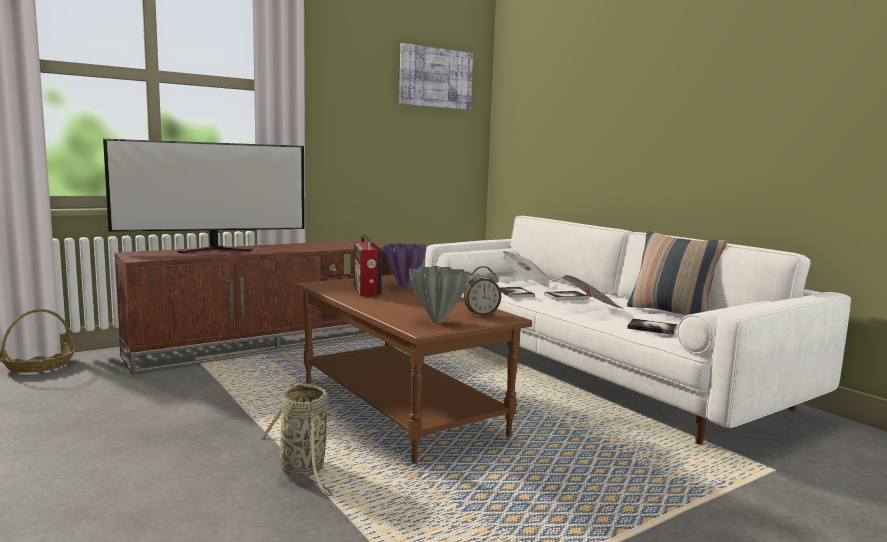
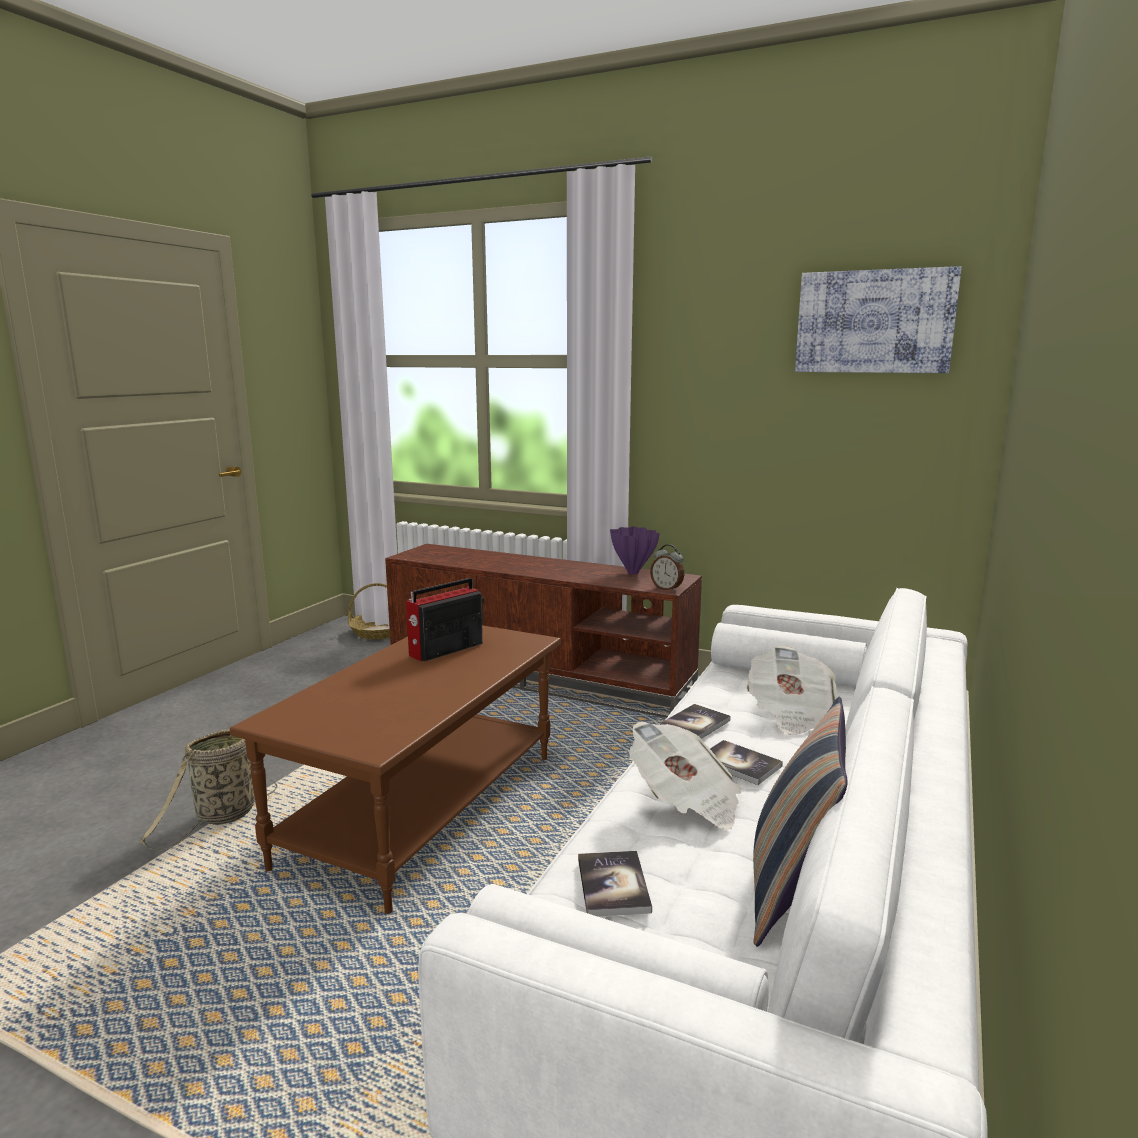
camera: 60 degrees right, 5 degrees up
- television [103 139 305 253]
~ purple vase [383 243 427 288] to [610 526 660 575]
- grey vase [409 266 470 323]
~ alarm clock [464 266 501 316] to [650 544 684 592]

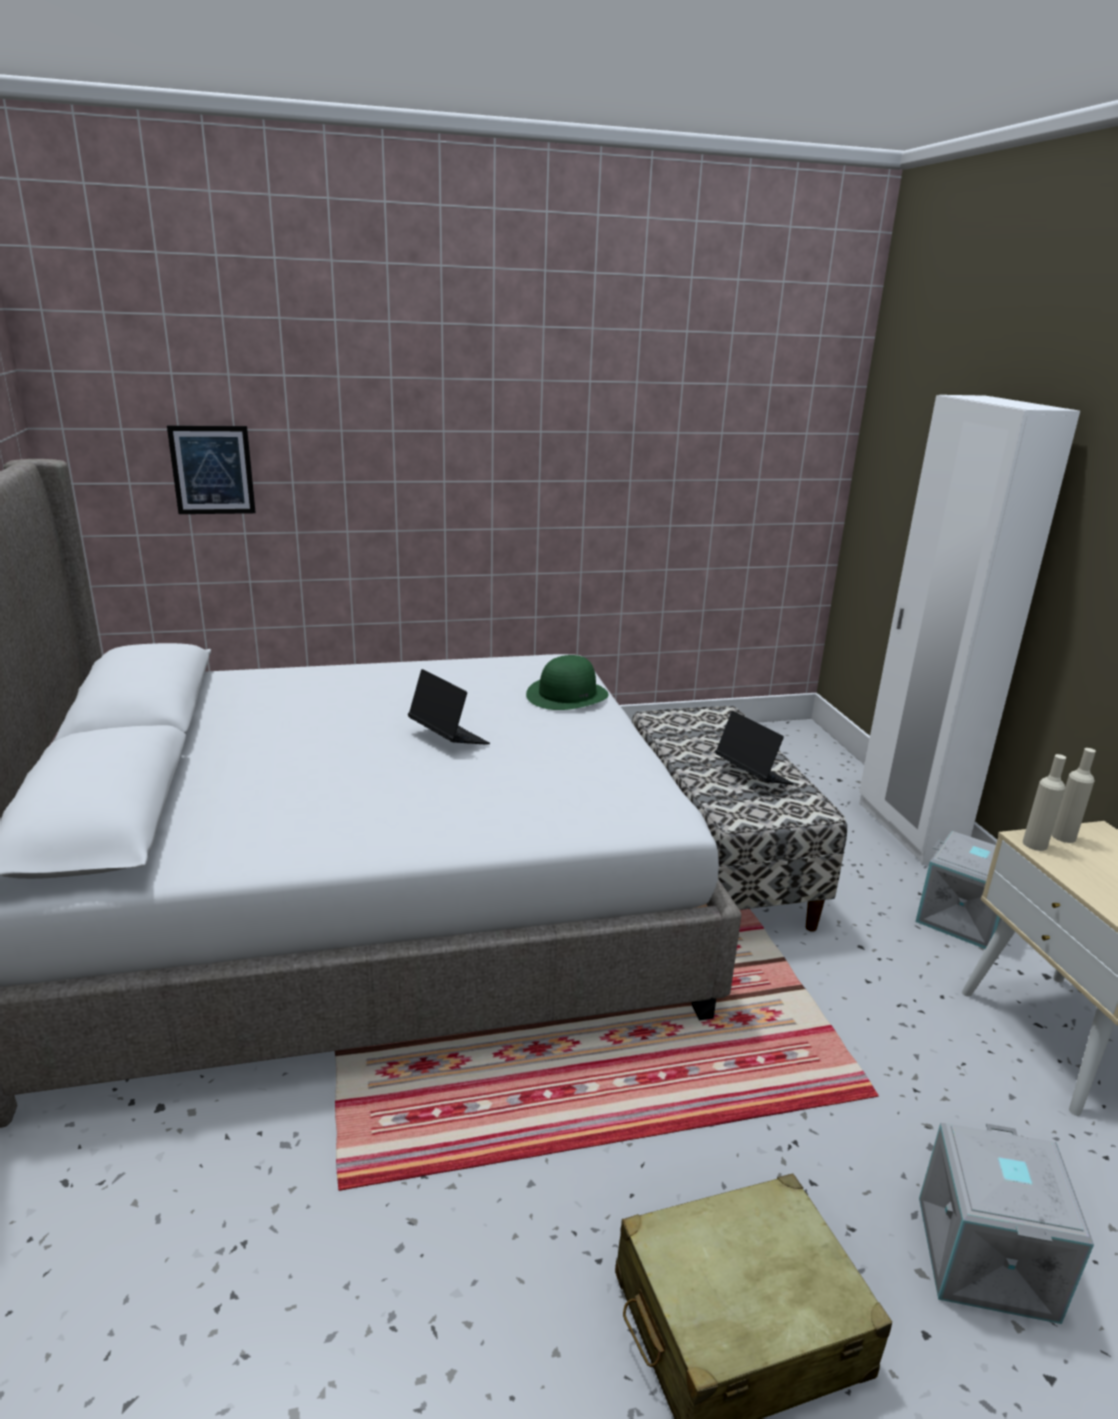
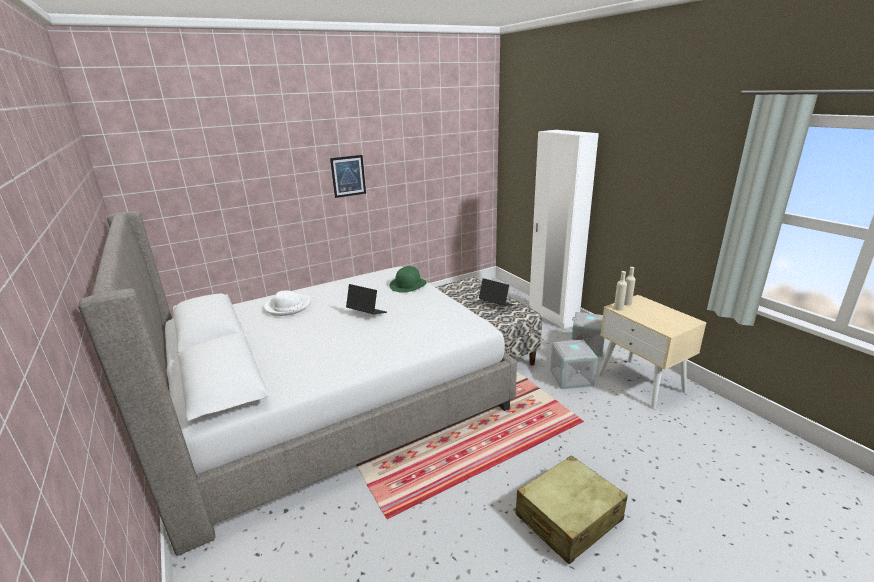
camera: 15 degrees left, 0 degrees up
~ picture [167 425 256 514] to [330 155 366 198]
~ grey storage box [919 1123 1094 1324] to [550 339 598 389]
+ white hat [264 290 311 316]

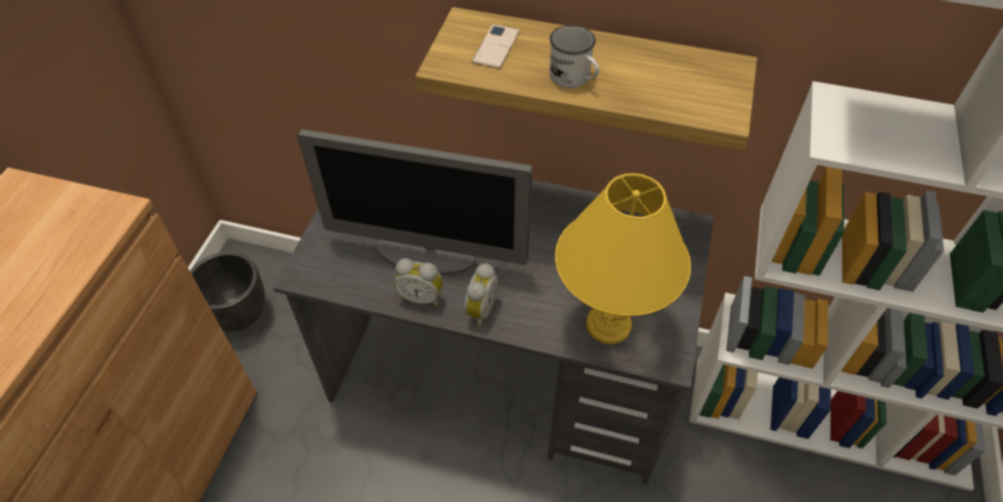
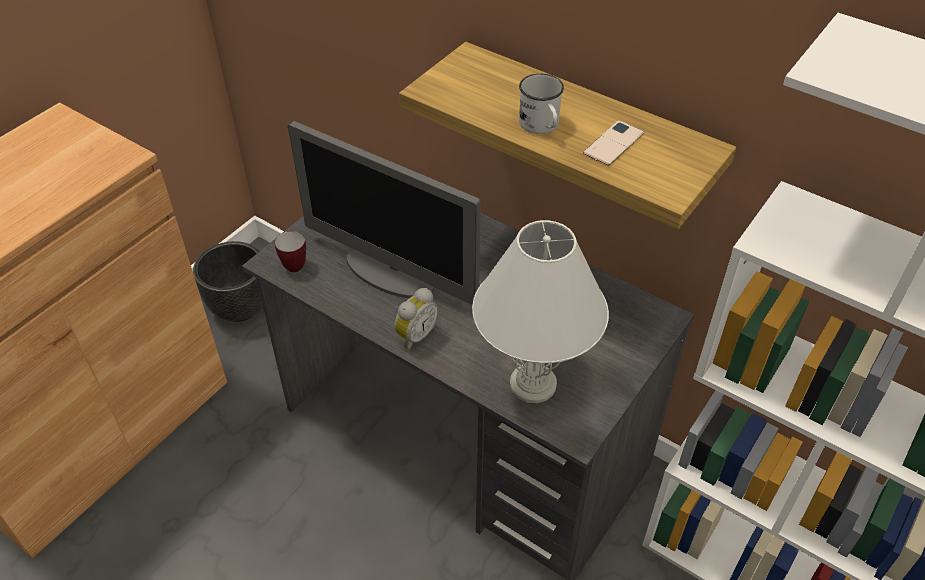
camera: 20 degrees right, 5 degrees down
- alarm clock [394 258 443 307]
~ phone [472 24 520 69] to [583 120 644 166]
~ yellow table lamp [555 173 691 344] to white table lamp [472 220 609 403]
+ mug [275 231 306 272]

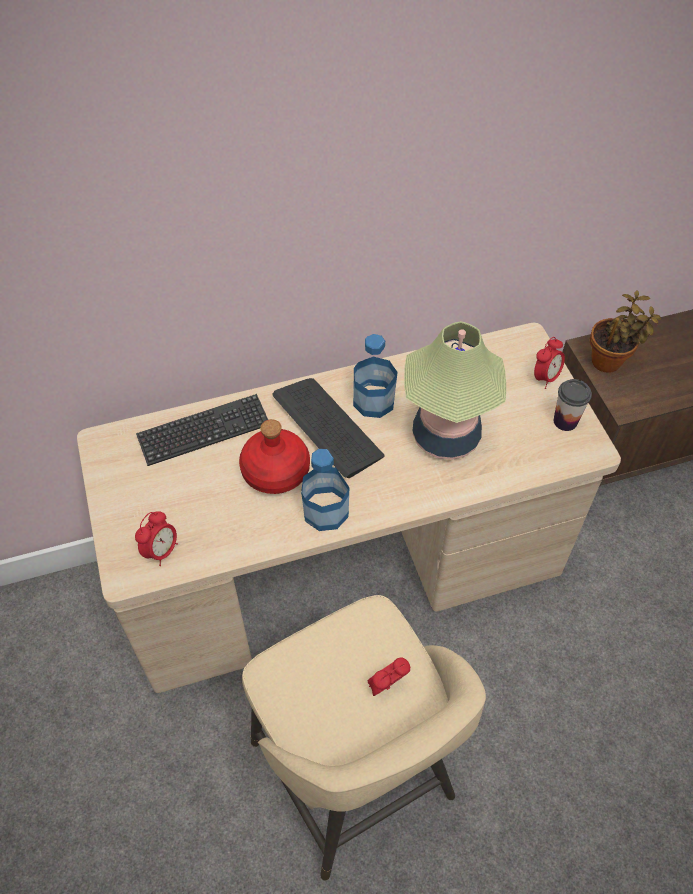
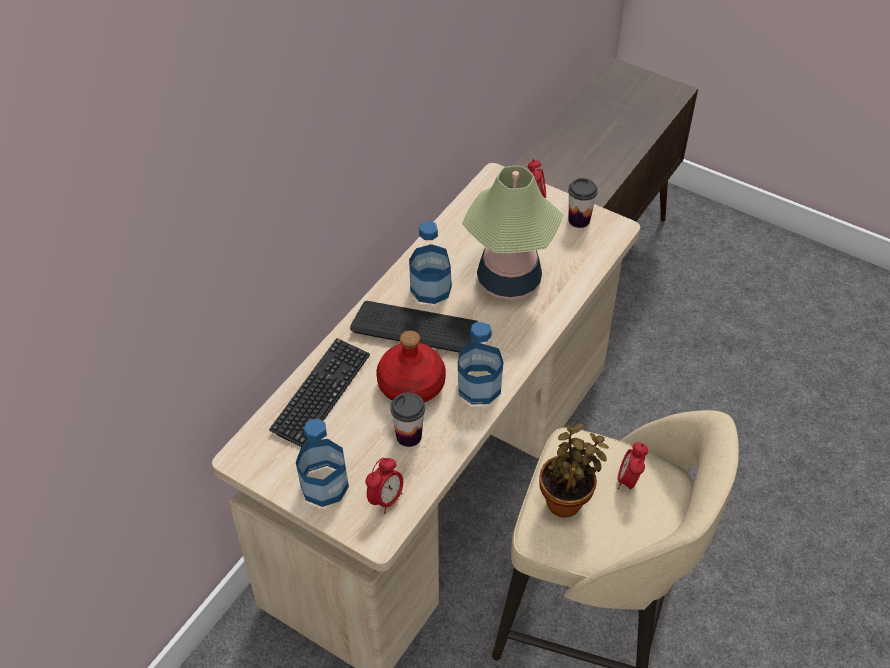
camera: 40 degrees left, 5 degrees down
~ alarm clock [135 511 178 566] = [366 458 403 514] 45 degrees clockwise
~ potted plant [590 290 661 373] to [539 424 609 518]
+ bottle [296 419 349 507]
+ cup [390 392 425 447]

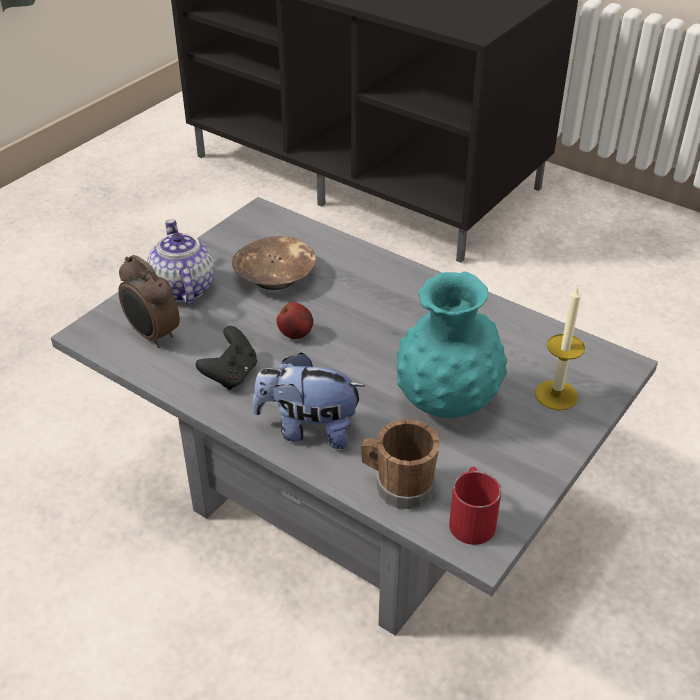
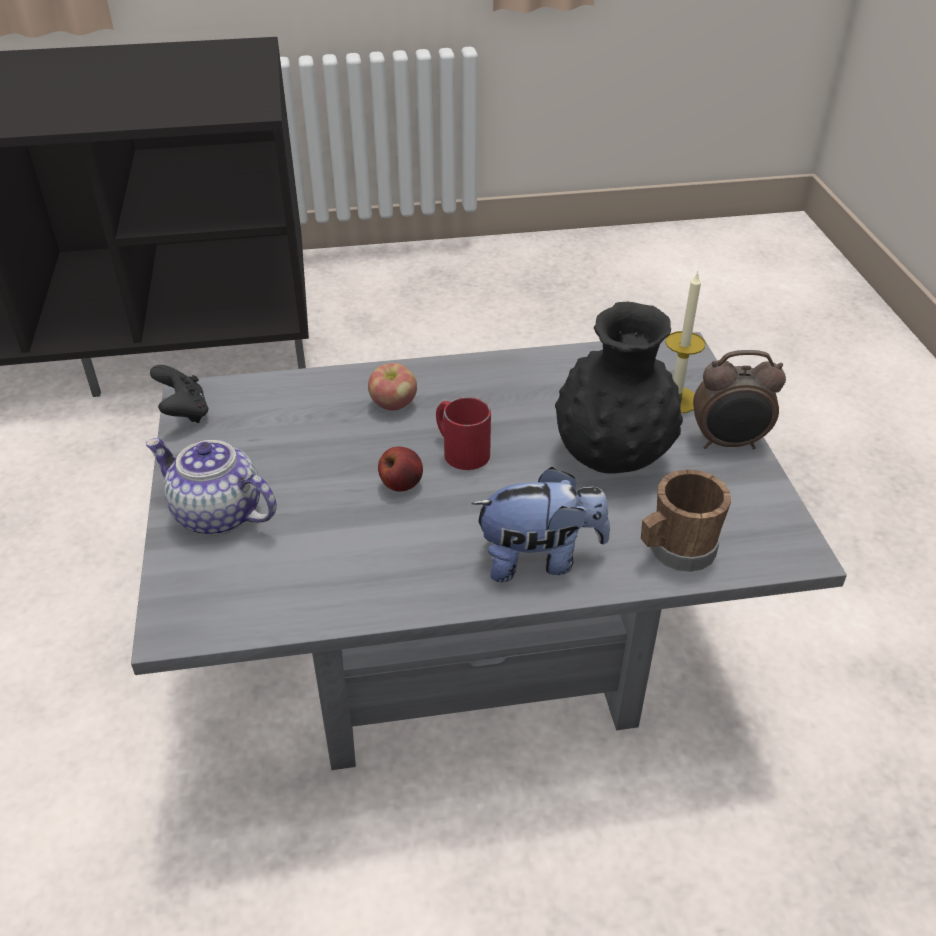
camera: 45 degrees left, 0 degrees up
~ alarm clock [118 255 180 348] to [693 350 786 449]
~ black game controller [196 326 257 390] to [150 365 209 423]
- brown bowl [232 236 316 290]
~ plush toy [253 352 365 449] = [471 467 610 582] 150 degrees counterclockwise
~ turquoise vase [397 271 507 418] to black vase [555 302 683 474]
~ red mug [449 467 501 545] to [436 397 491 470]
+ apple [368 363 417 410]

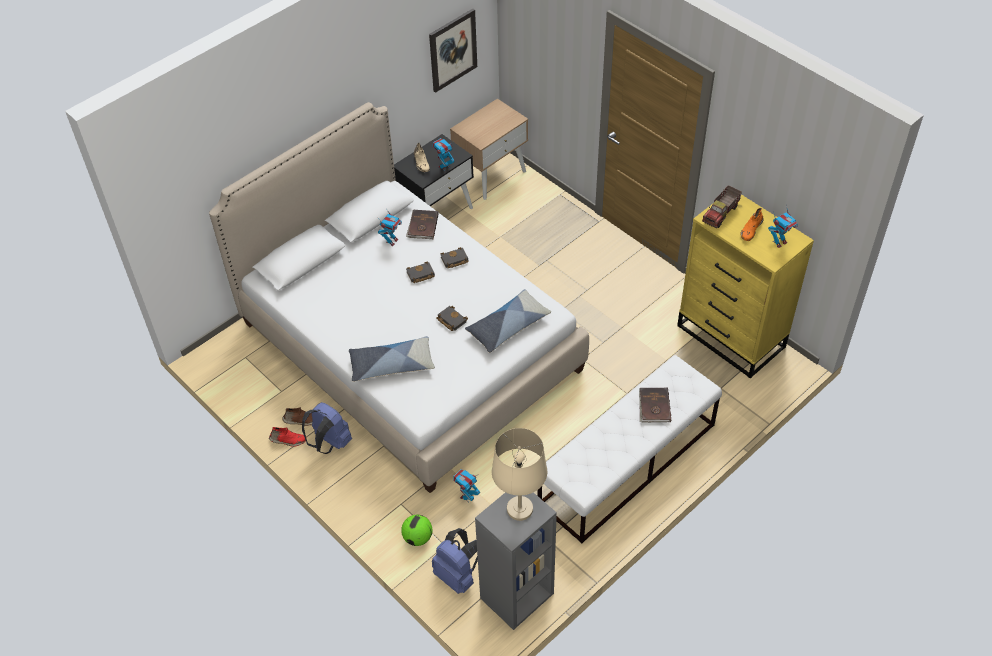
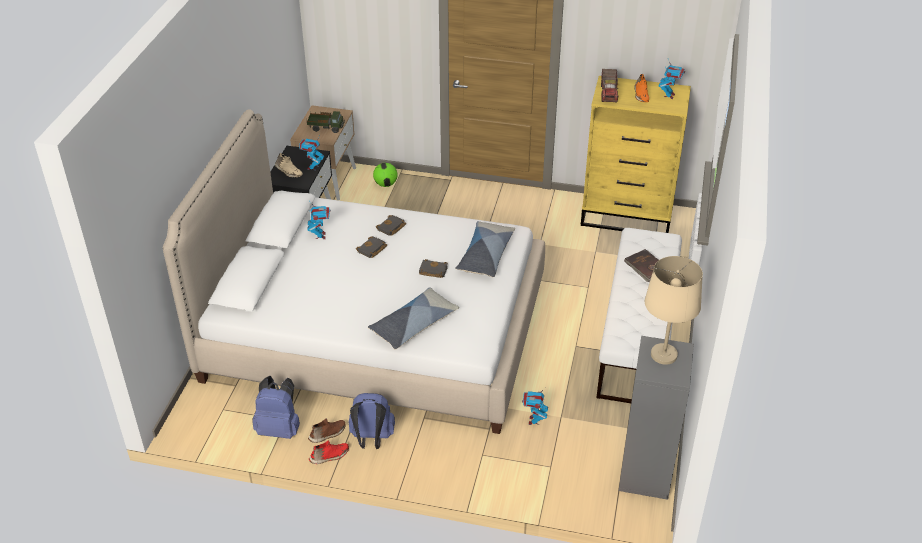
camera: 35 degrees left, 10 degrees down
~ football [401 515 432 546] to [373 163 397 187]
- brown book [406 210 439 239]
- picture [429 9 477 93]
~ blue backpack [432 528 478 594] to [252 376 300 439]
+ toy truck [307 111 345 133]

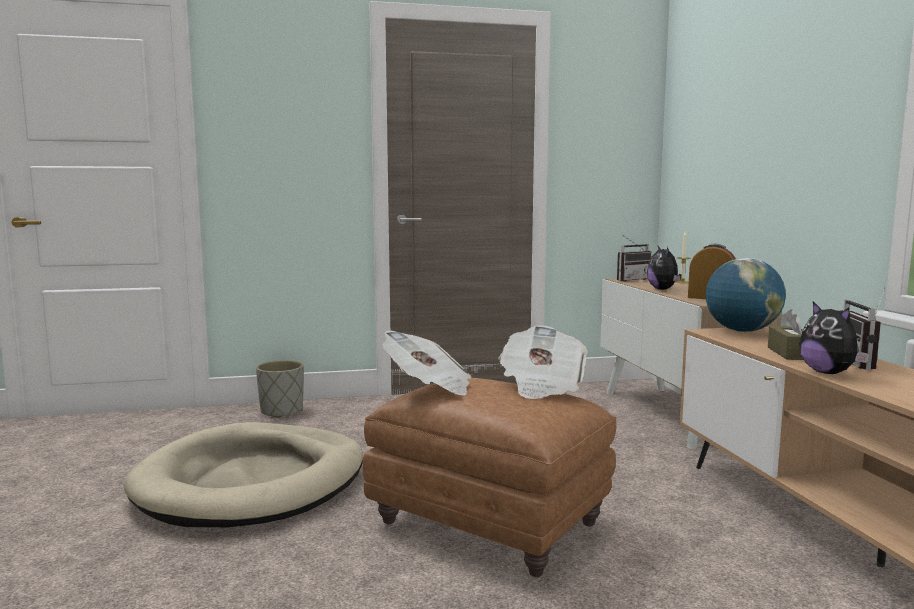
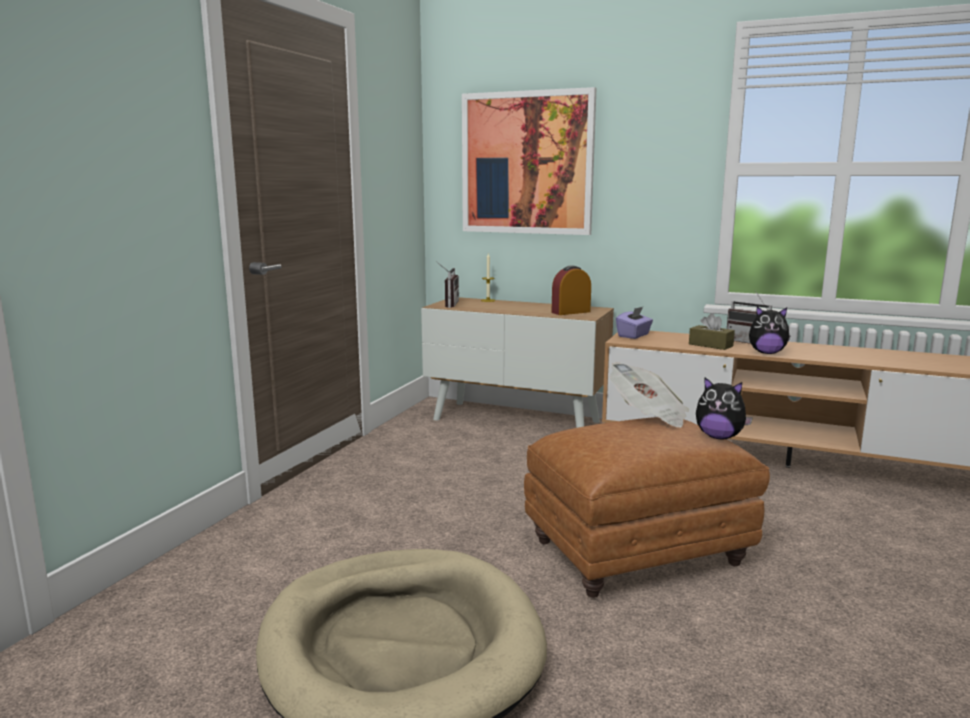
camera: 55 degrees left, 5 degrees up
- grey planter [256 360 304 418]
- newspaper [382 331 471 396]
~ plush toy [647 246 682 290] to [696 377 753 439]
~ globe [706 258 786 332] to purple tissue box [616 307 653 339]
+ picture [462 87 596 235]

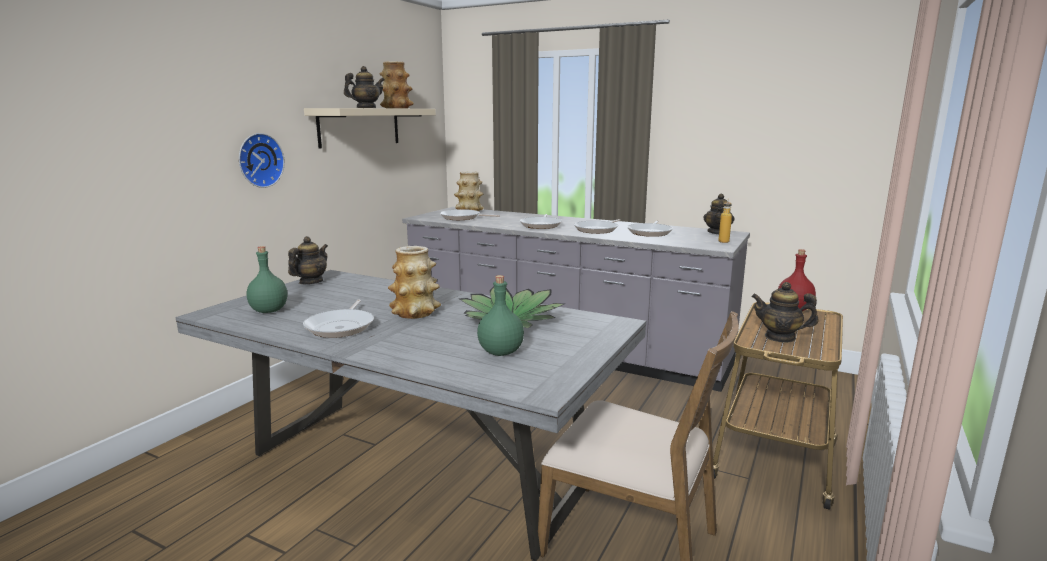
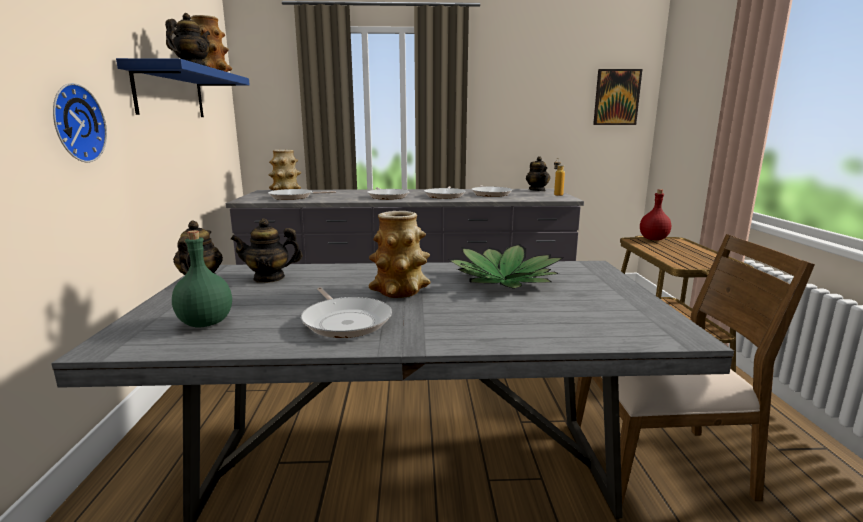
camera: 30 degrees left, 0 degrees up
~ beige shelf [304 108 436 149] to blue shelf [116 58 250 117]
- green bottle [477 275 524 356]
~ teapot [751 282 819 343] to [231 218 303 283]
+ picture [593 69 642 125]

